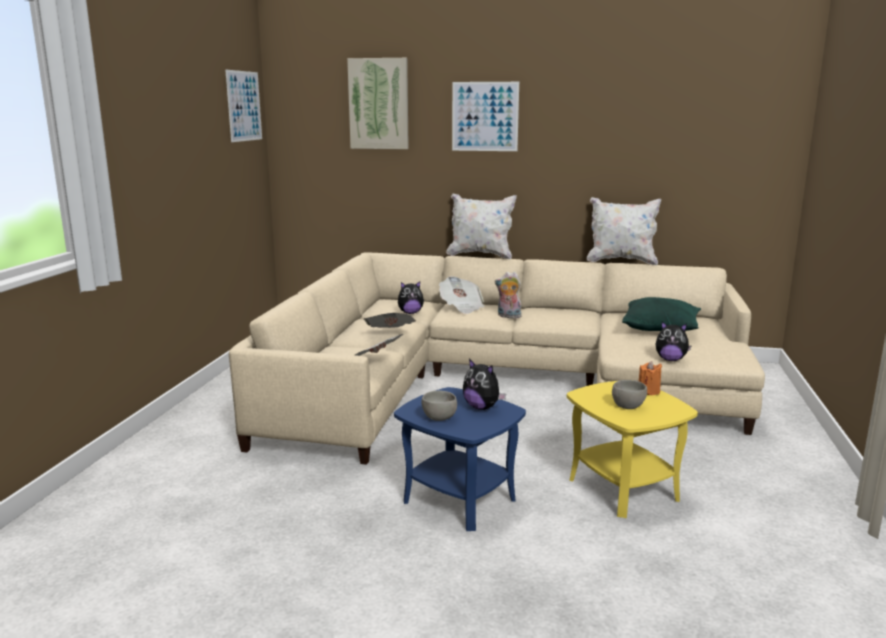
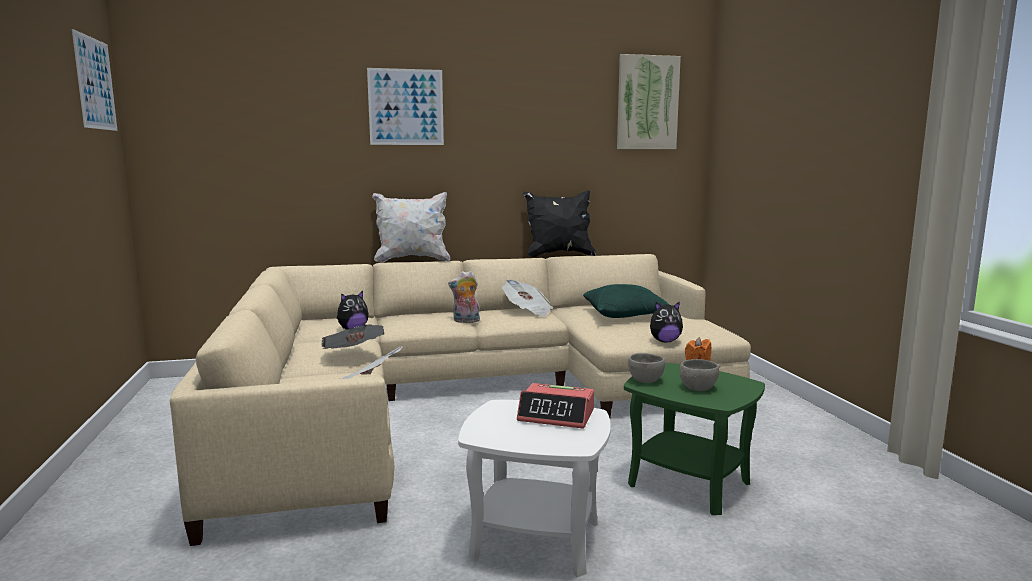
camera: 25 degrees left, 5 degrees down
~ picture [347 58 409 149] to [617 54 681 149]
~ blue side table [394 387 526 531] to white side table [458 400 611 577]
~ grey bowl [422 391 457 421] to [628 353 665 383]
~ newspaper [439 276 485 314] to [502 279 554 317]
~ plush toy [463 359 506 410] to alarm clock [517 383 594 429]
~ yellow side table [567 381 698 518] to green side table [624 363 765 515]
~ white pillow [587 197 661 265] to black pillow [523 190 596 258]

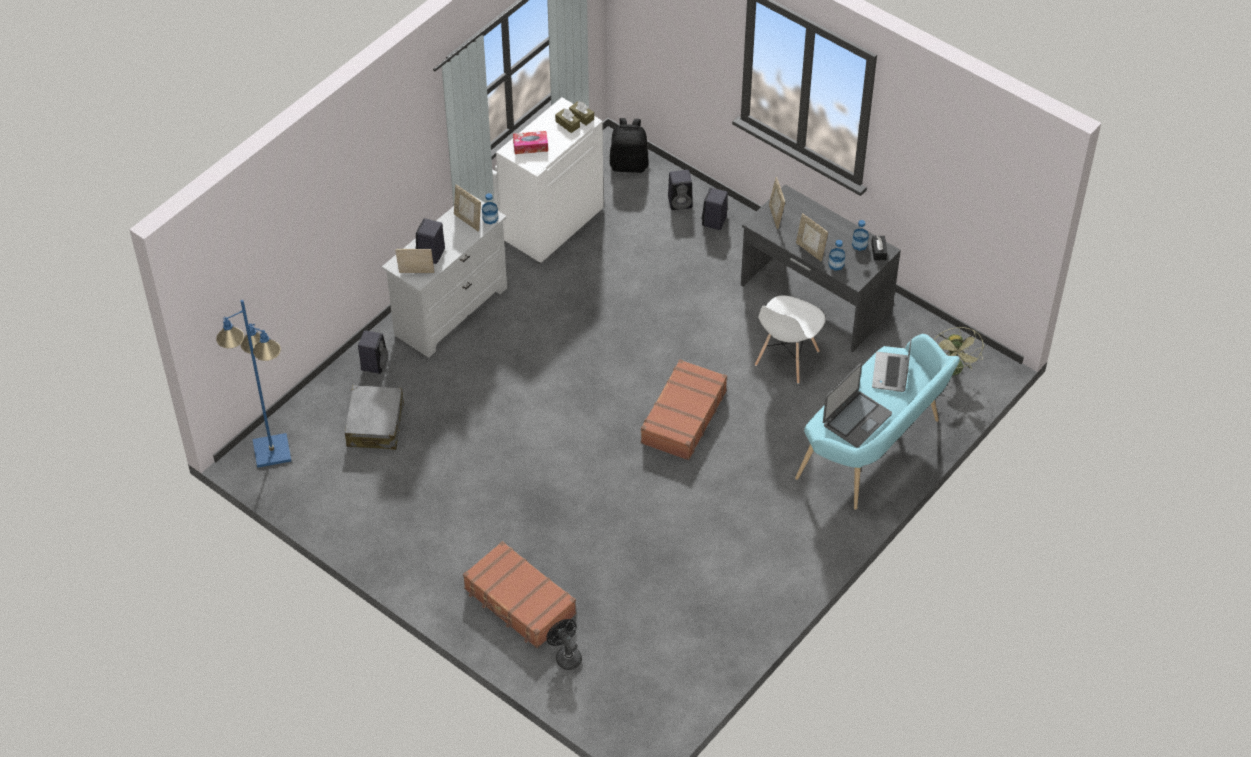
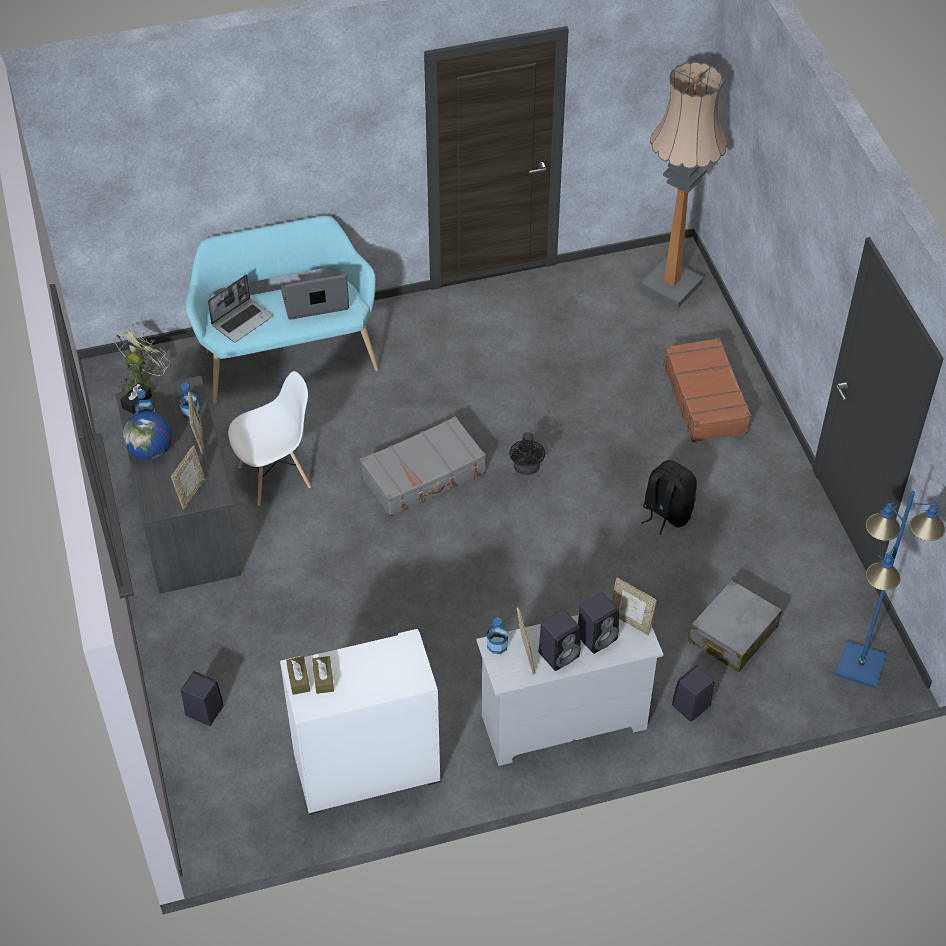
camera: 145 degrees left, 0 degrees up
- tissue box [513 131 548 154]
~ black fan [546 619 582 670] to [509 432 545 475]
~ black backpack [610 118 649 173] to [641 460 697 535]
~ brown suitcase [640 359 727 460] to grey suitcase [360 416 486 517]
~ black speaker [702 188 728 230] to [538 609 581 671]
+ globe [123 411 172 460]
+ floor lamp [640 61 727 308]

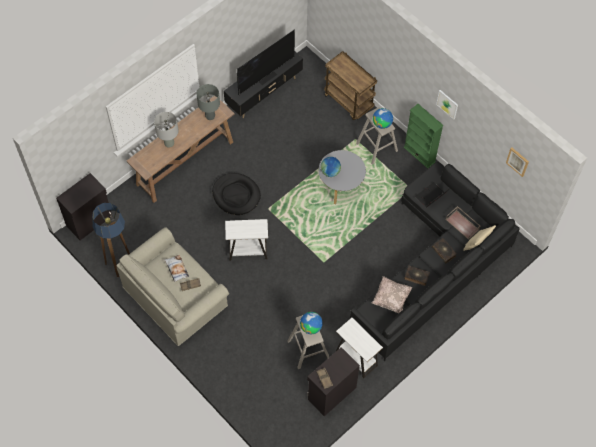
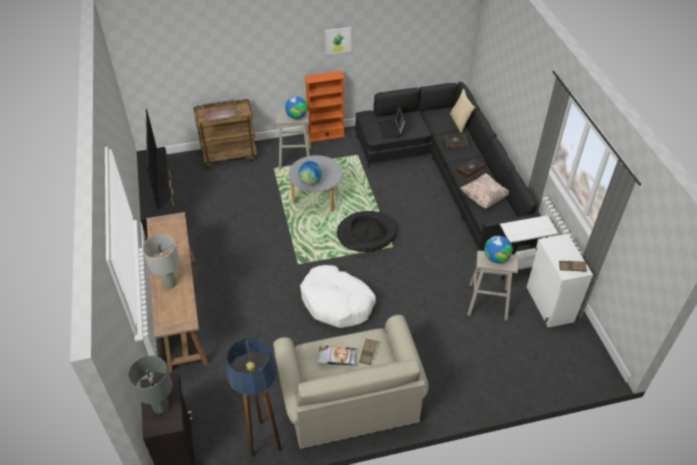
camera: 60 degrees left, 15 degrees down
~ grey table lamp [197 84 220 120] to [128 356 172 414]
~ black dog bed [212 173 261 215] to [337 211 396 252]
~ white side table [225 219 268 261] to white dog bed [300 265 376 328]
~ black cabinet [307 347 360 416] to white cabinet [527 234 593 327]
~ green bookcase [404 104 444 169] to orange bookcase [305 71 345 142]
~ brown tray [446 206 480 240] to [201 99 238 122]
- picture [506 148 529 177]

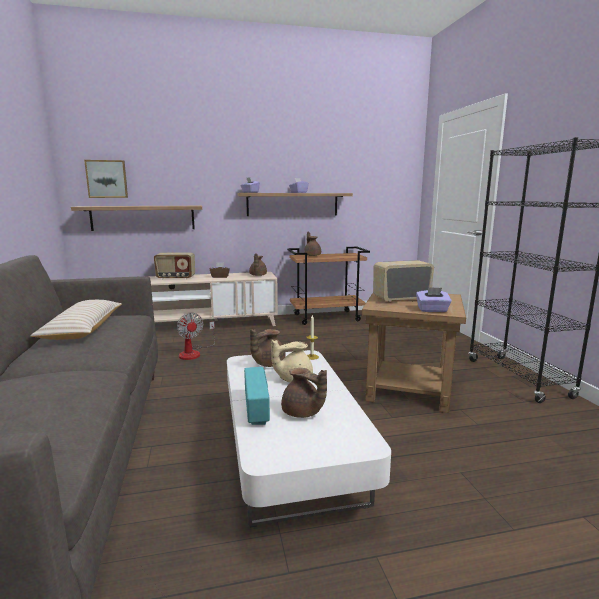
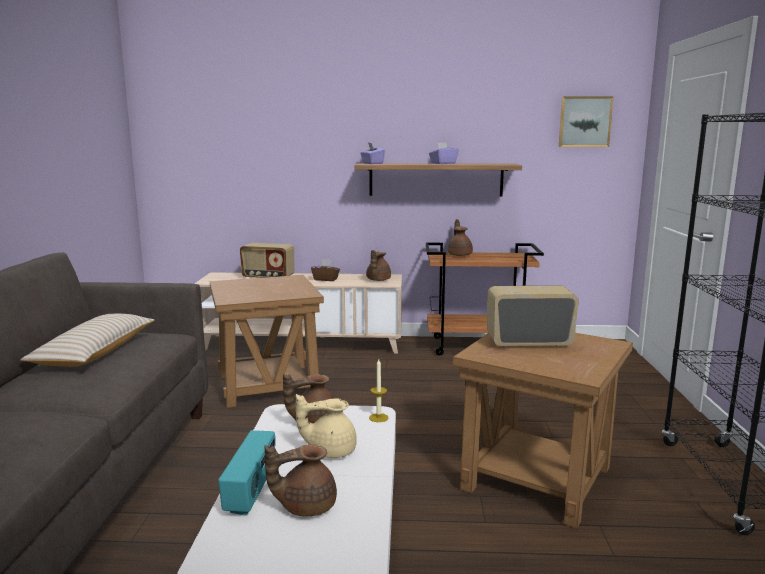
camera: 15 degrees right, 0 degrees up
- shelf [71 206 202 231]
~ picture [84 160 128 198] to [559 96 614 147]
~ fan [177 312 215 360] to brown side table [210 275 324 408]
~ brown teapot [281 368 327 418] = [265 444 337 516] 105 degrees clockwise
- purple tissue box [416 287 452 312]

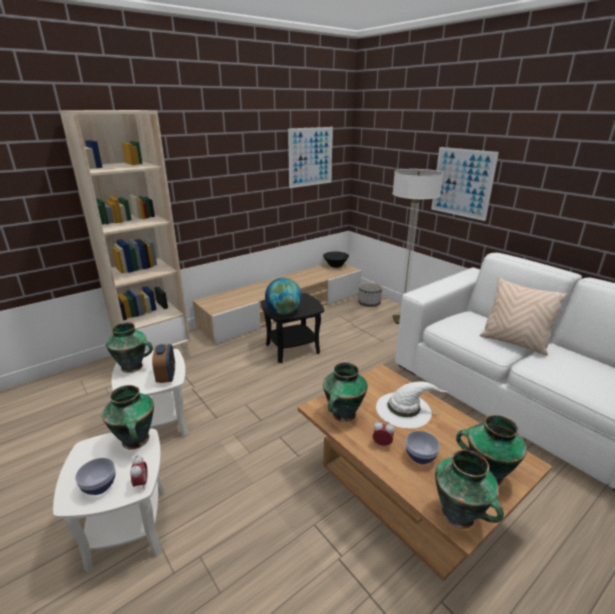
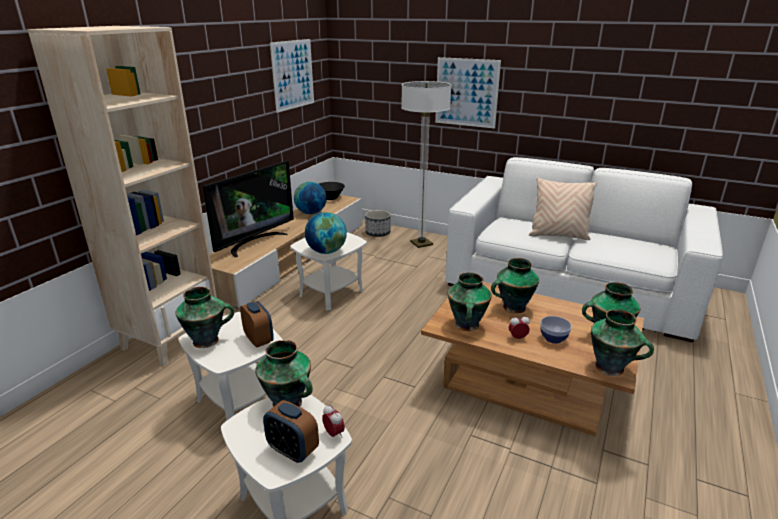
camera: 25 degrees left, 0 degrees up
~ bowl [75 458 115 495] to alarm clock [263 400 319 463]
~ black side table [261 293 324 363] to white side table [290 232 367 310]
~ white hat [376 381 447 428] to vase [491 258 539 314]
+ television [203 161 294 258]
+ globe [294 182 327 214]

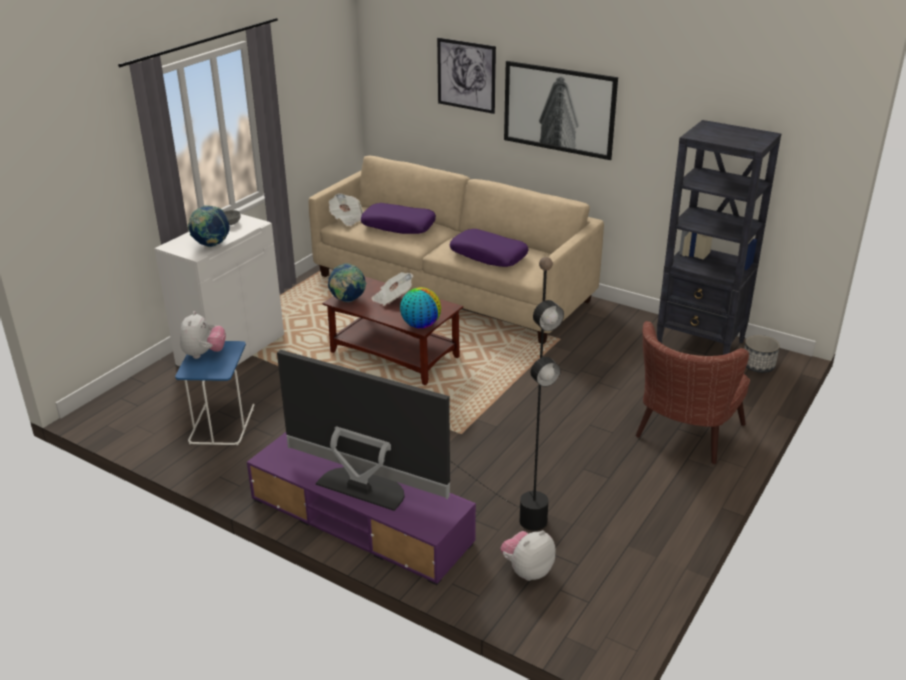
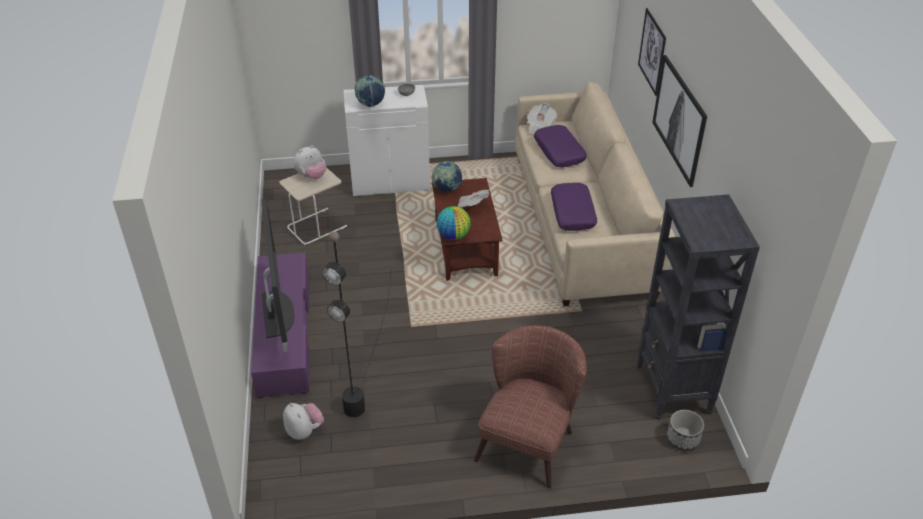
camera: 50 degrees right, 10 degrees up
~ blue side table [175 341 255 445] to beige side table [279 167 347 245]
~ plush toy [500 530 556 581] = [283 403 324 440] 45 degrees clockwise
~ brown armchair [635 321 750 464] = [474 325 587 488] 120 degrees clockwise

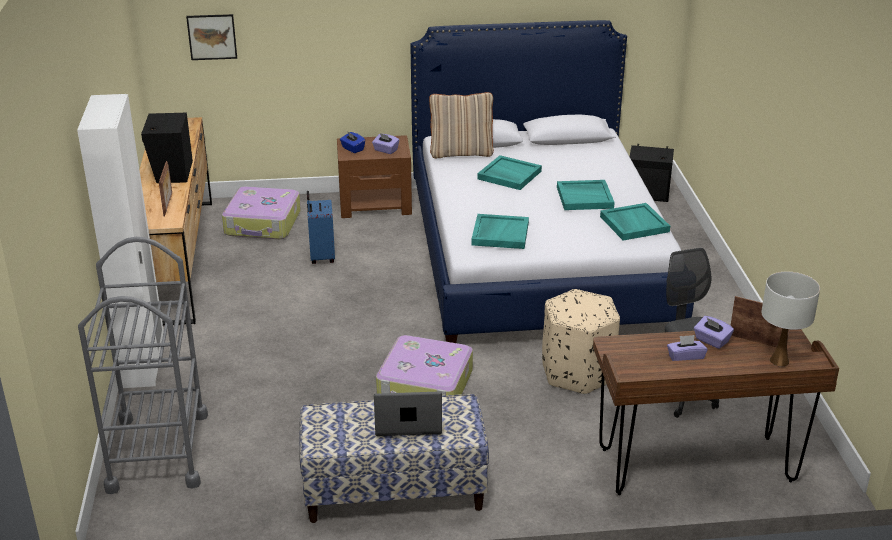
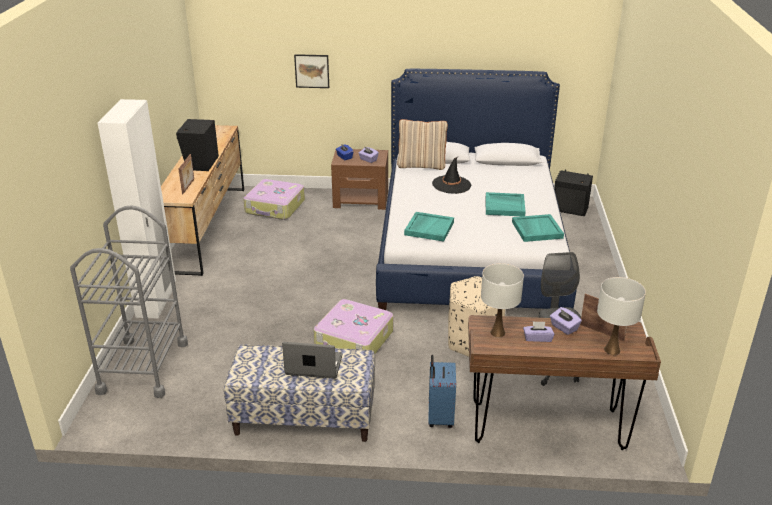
camera: 10 degrees right, 0 degrees up
~ picture [186 14 237 60] to [294 54 329 88]
~ blue suitcase [307 191 335 264] to [429 355 456 428]
~ turquoise tray [477 155 542 190] to black hat [432 157 471 194]
+ white table lamp [481 263 524 337]

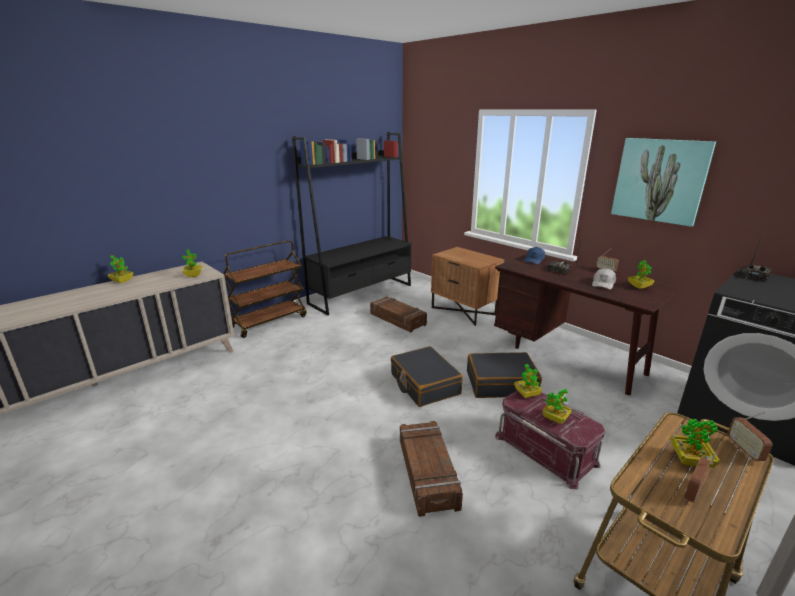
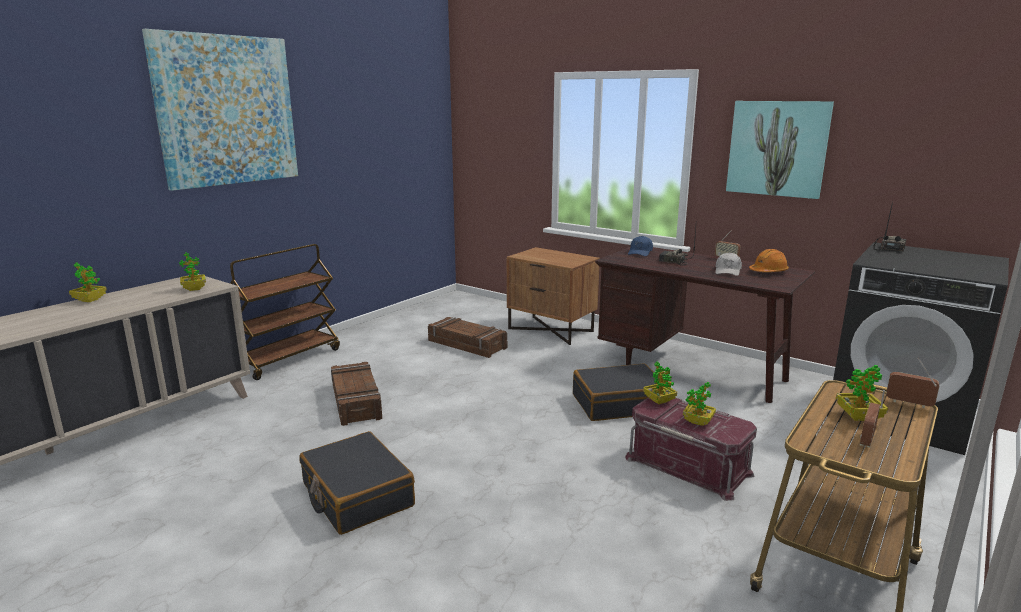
camera: 10 degrees left, 5 degrees down
- black bookcase [292 132 411 315]
~ black suitcase [391 346 463 407] to [300 431 415 535]
~ crate [400 421 463 517] to [331 362 382 426]
~ potted plant [628 260 654 289] to orange hard hat [749 249 789 272]
~ radio [728 412 772 461] = [886 358 939 408] 135 degrees clockwise
+ picture [142 29 298 191]

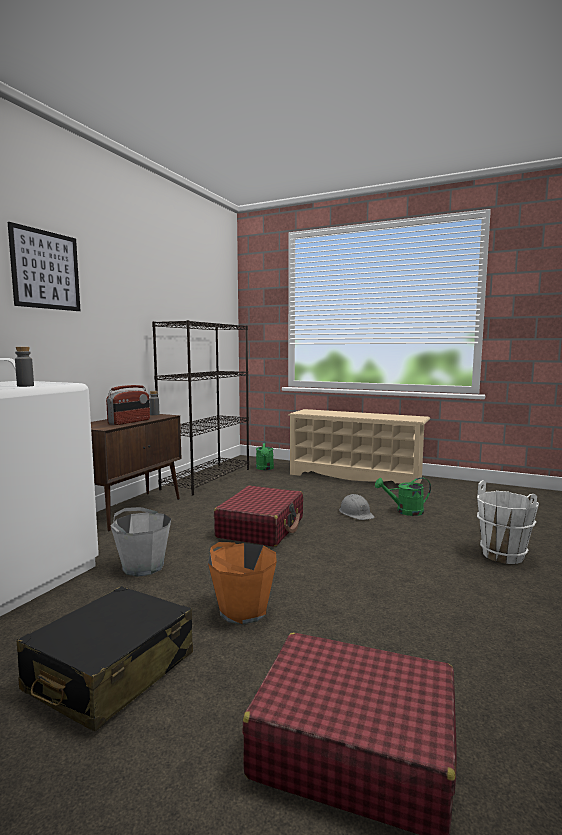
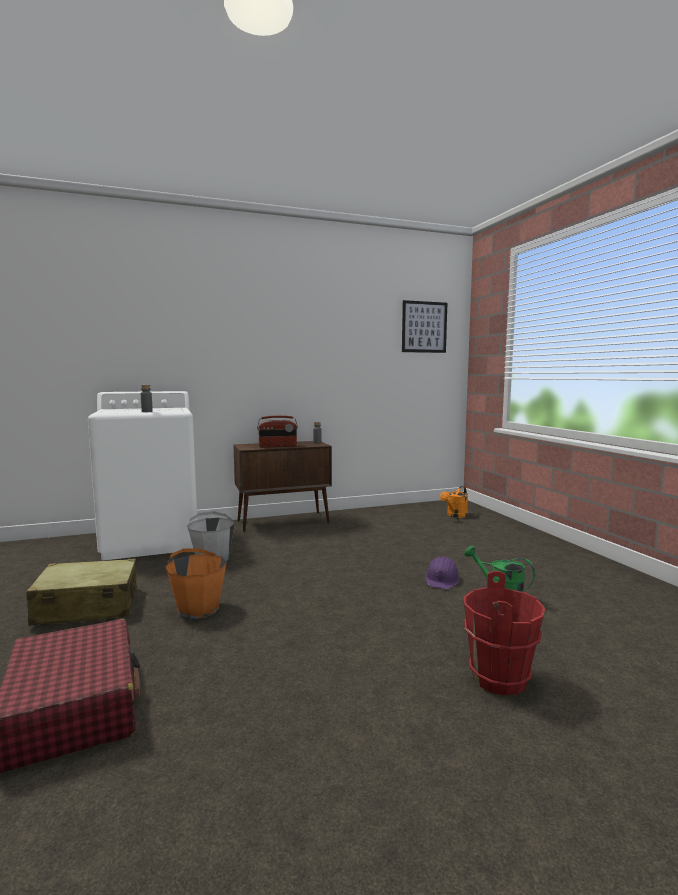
camera: 45 degrees right, 0 degrees up
~ picture [8 222 80 311] to [402 300 447 353]
~ black suitcase [16 586 193 731] to beige suitcase [27 559 137 626]
- black bookcase [152 320 249 496]
- red suitcase [214 486 303 547]
~ green watering can [256 442 274 470] to orange watering can [440 486 468 518]
- beige shoe rack [288 409 430 484]
~ grey hard hat [339 494 375 520] to purple hard hat [426 556 460 589]
~ white bucket [477 480 539 564] to red bucket [464 571 545 696]

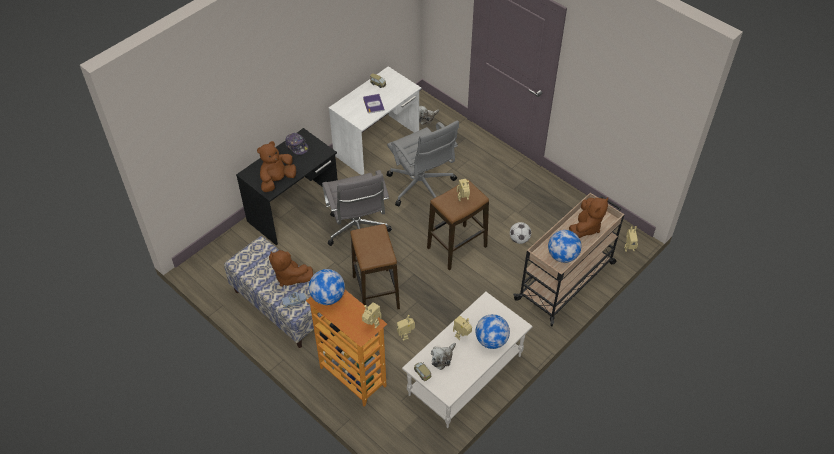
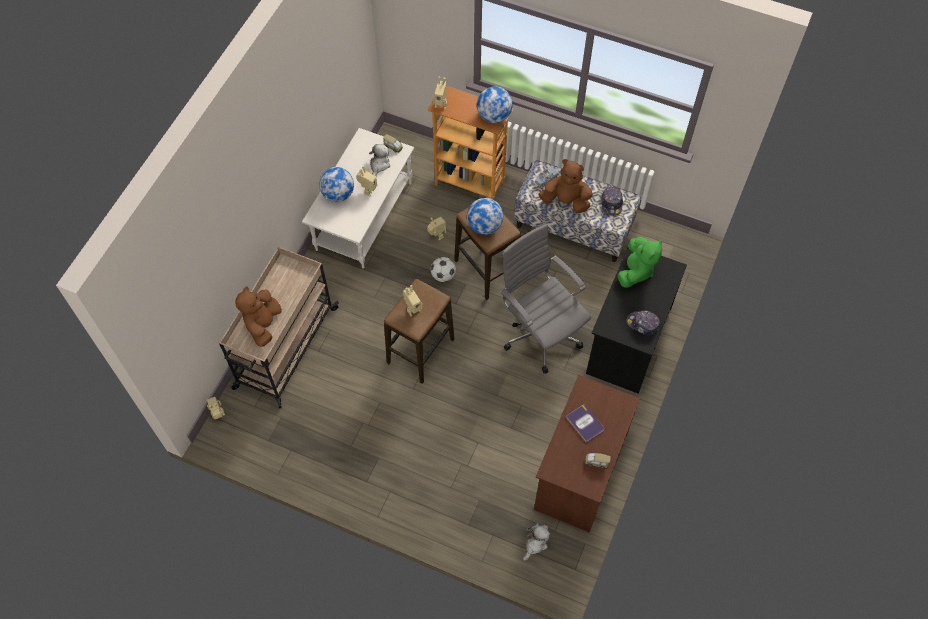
camera: 160 degrees right, 10 degrees up
~ brown plush toy [257 141 296 192] to green plush toy [618 237 662 288]
~ white desk [329 66 421 175] to brown desk [534 375 640 533]
- grey office chair [387 120 459 206]
~ football [510 222 531 244] to [431 257 456 282]
~ globe [548 230 581 263] to [467 198 503 235]
+ cap [601 187 624 216]

